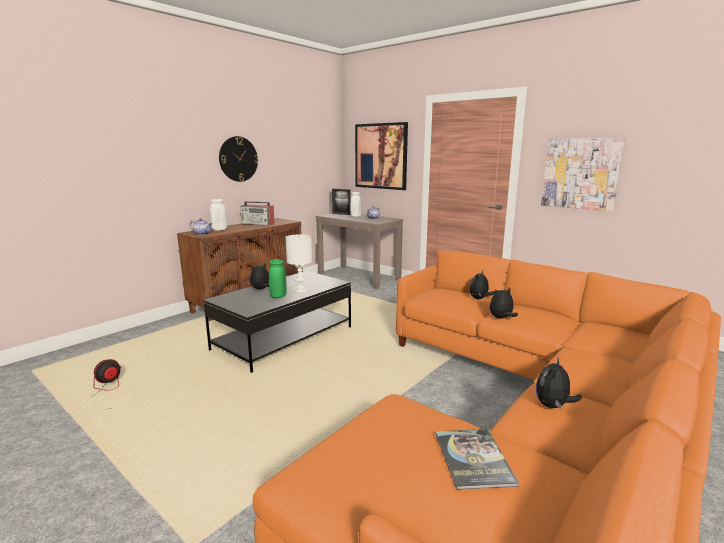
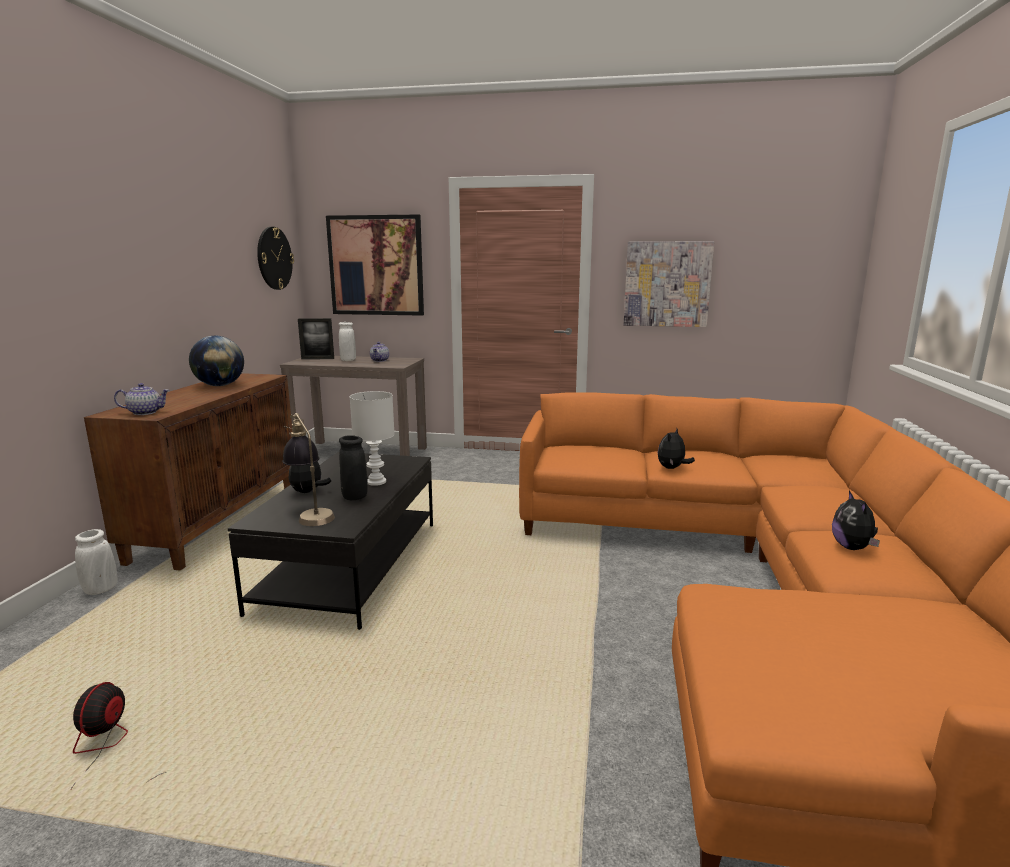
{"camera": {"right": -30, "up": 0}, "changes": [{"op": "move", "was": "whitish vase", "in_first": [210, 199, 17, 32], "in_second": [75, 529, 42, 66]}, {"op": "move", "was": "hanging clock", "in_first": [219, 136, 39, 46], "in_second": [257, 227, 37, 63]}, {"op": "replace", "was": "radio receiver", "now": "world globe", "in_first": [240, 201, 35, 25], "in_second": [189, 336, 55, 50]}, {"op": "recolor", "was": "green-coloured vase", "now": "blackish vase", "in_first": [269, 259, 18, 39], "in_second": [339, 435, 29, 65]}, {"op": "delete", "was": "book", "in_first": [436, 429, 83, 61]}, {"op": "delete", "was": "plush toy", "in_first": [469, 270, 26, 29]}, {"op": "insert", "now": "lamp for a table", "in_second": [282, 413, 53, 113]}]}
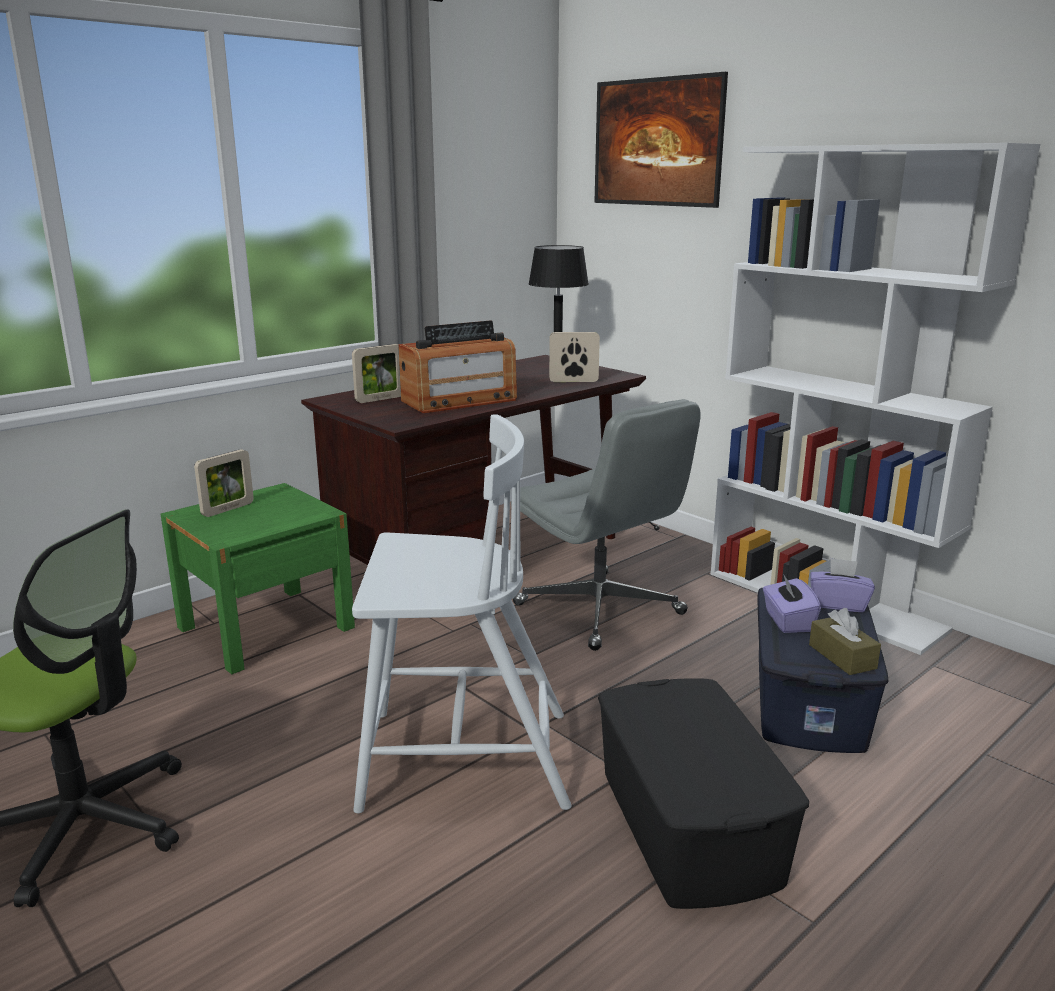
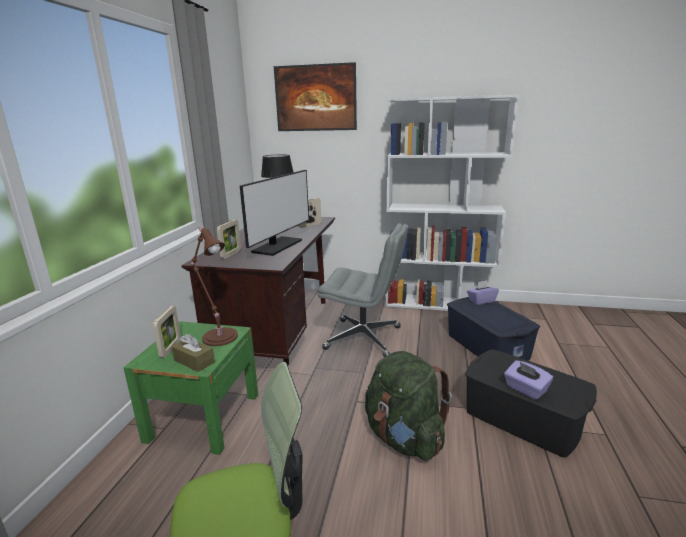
{"camera": {"right": -35, "up": 0}, "changes": [{"op": "replace", "was": "whitish plain chair", "now": "green-coloured rucksack", "in_first": [352, 414, 219, 399], "in_second": [365, 351, 87, 110]}, {"op": "replace", "was": "radio receiver", "now": "computer display", "in_first": [398, 320, 119, 93], "in_second": [240, 170, 69, 86]}, {"op": "move", "was": "purple tissue holder", "in_first": [763, 574, 58, 59], "in_second": [504, 360, 49, 40]}, {"op": "move", "was": "brown-coloured tissue holder", "in_first": [809, 608, 72, 67], "in_second": [172, 333, 43, 39]}, {"op": "insert", "now": "brown-coloured lamp for a table", "in_second": [189, 227, 49, 119]}]}
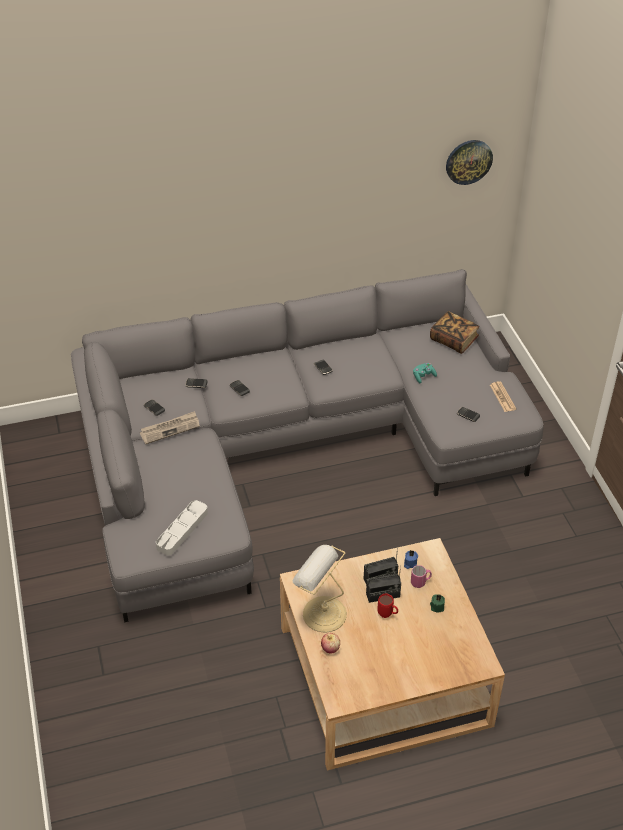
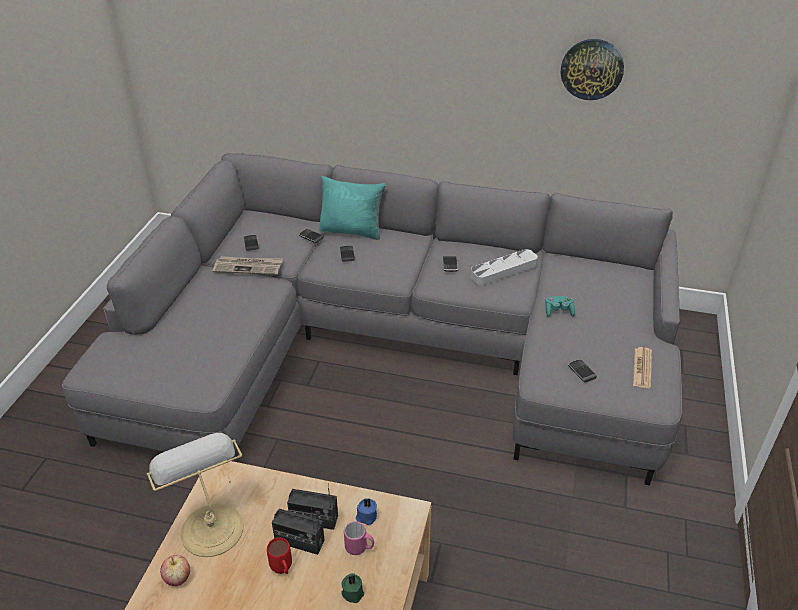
{"camera": {"right": 30, "up": -5}, "changes": [{"op": "move", "was": "grey carrying tray", "in_first": [156, 500, 52, 55], "in_second": [471, 249, 67, 36]}, {"op": "delete", "was": "book", "in_first": [430, 311, 49, 43]}, {"op": "move", "was": "hanging clock", "in_first": [446, 140, 47, 45], "in_second": [561, 39, 63, 61]}, {"op": "insert", "now": "turquoise-coloured throw pillow", "in_second": [319, 176, 67, 64]}]}
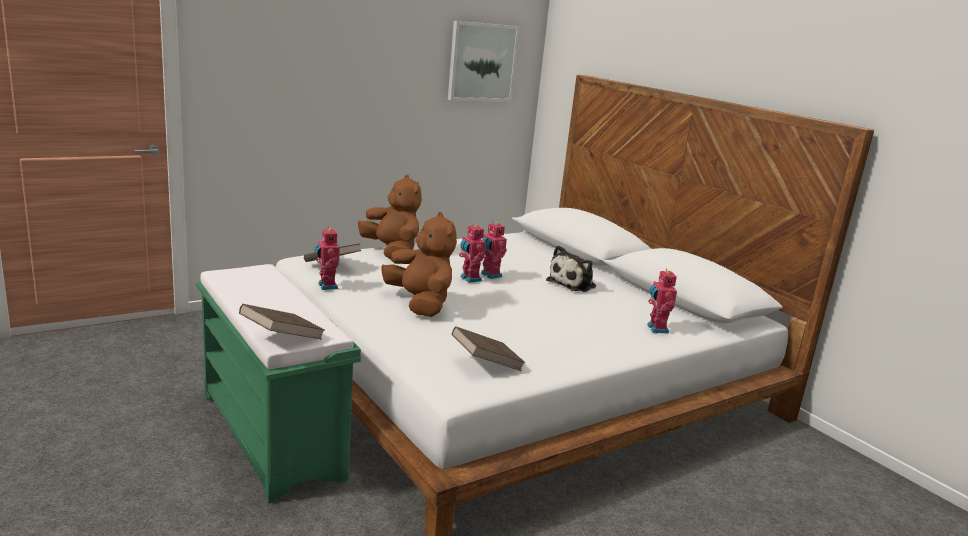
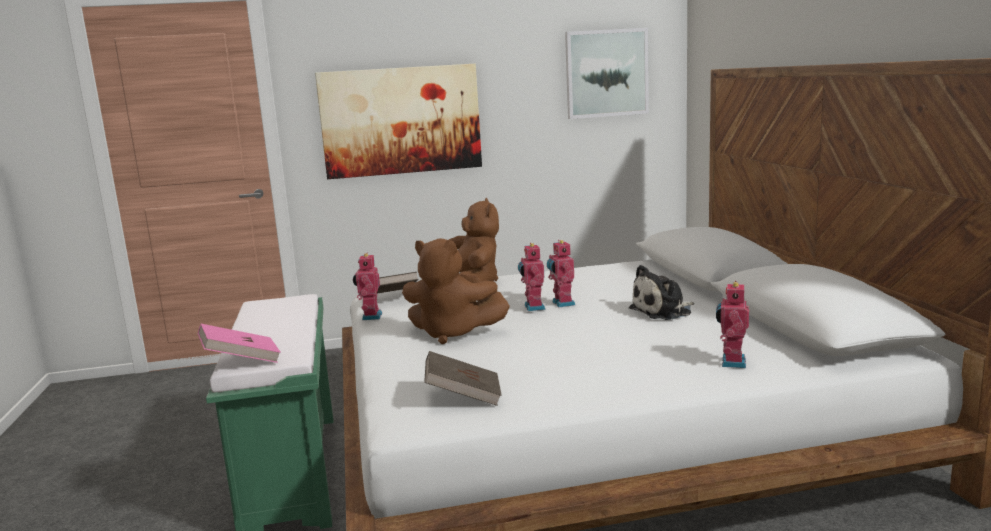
{"camera": {"right": 25, "up": -5}, "changes": [{"op": "recolor", "was": "brown-coloured book", "now": "pink-coloured book", "in_first": [239, 304, 86, 36], "in_second": [198, 324, 83, 39]}, {"op": "rotate", "was": "brown-coloured plush toy", "in_first": [381, 212, 76, 105], "in_second": [402, 238, 108, 106], "clockwise": 120}, {"op": "insert", "now": "picture", "in_second": [315, 64, 167, 115]}]}
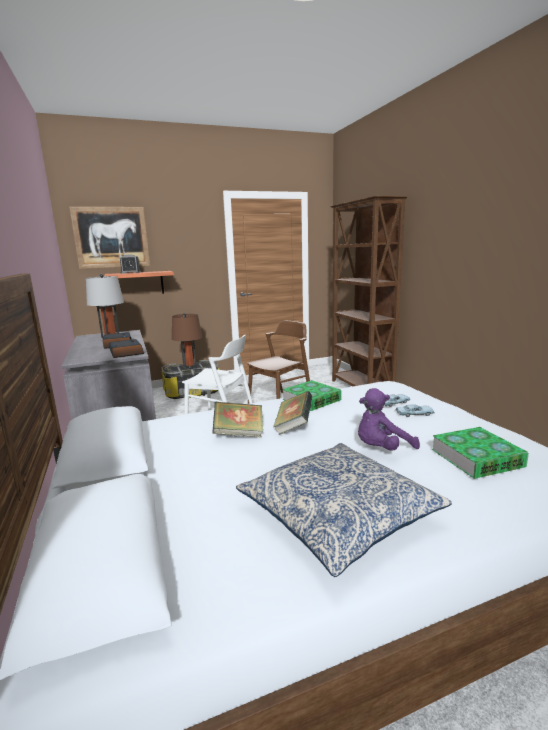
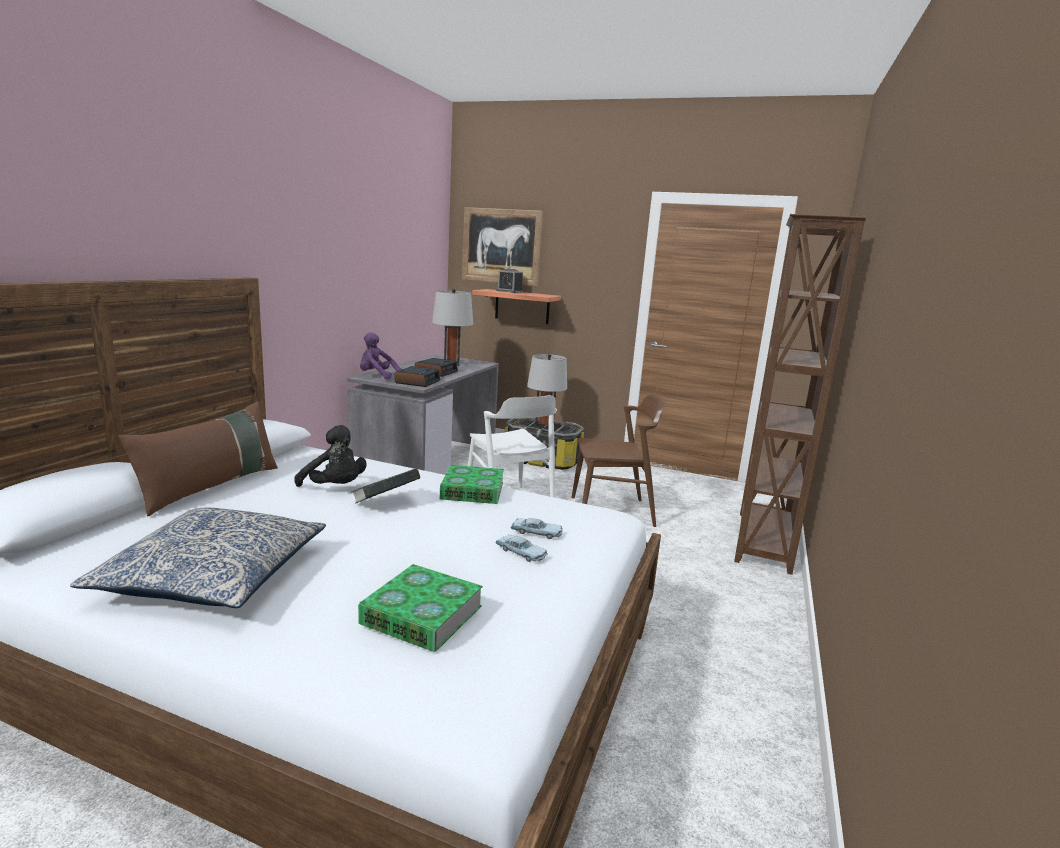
{"camera": {"right": 40, "up": 0}, "changes": [{"op": "recolor", "was": "brown-coloured lamp for a table", "now": "grey lamp for a table", "in_first": [172, 313, 30, 56], "in_second": [527, 353, 40, 76]}, {"op": "replace", "was": "book", "now": "blackish plush toy", "in_first": [212, 402, 51, 35], "in_second": [294, 425, 72, 62]}, {"op": "move", "was": "purple plush toy", "in_first": [358, 388, 62, 63], "in_second": [360, 332, 42, 48]}, {"op": "insert", "now": "brown-coloured throw pillow", "in_second": [118, 401, 160, 115]}]}
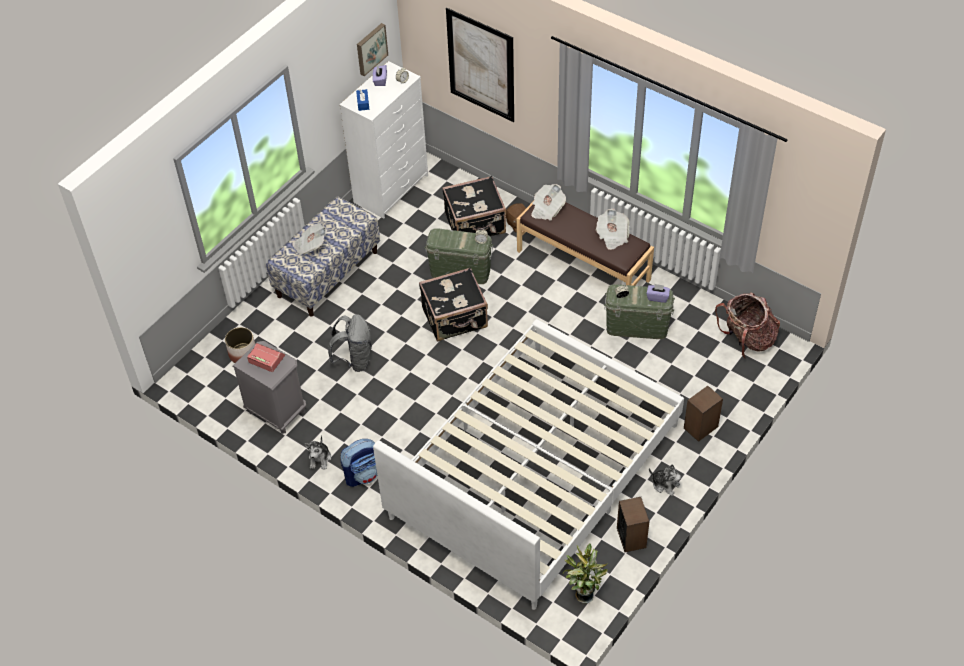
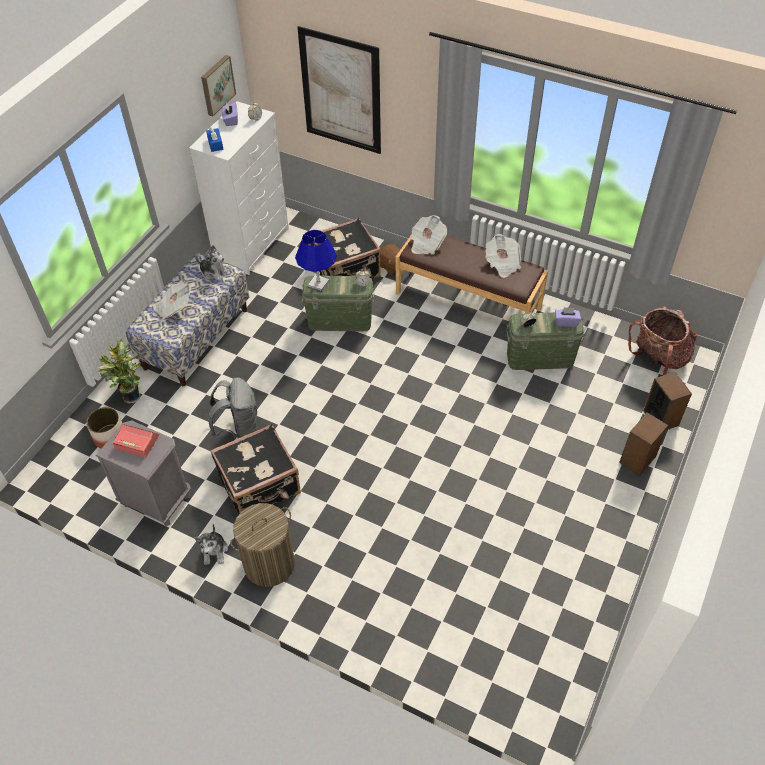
{"camera": {"right": -10, "up": 0}, "changes": [{"op": "replace", "was": "rucksack", "now": "washing basket", "in_first": [340, 439, 37, 48], "in_second": [230, 503, 65, 84]}, {"op": "delete", "was": "whitish bedroom bed", "in_first": [373, 319, 311, 291]}, {"op": "move", "was": "blackish suitcase", "in_first": [419, 267, 69, 74], "in_second": [210, 424, 91, 91]}, {"op": "move", "was": "houseplant", "in_first": [563, 544, 45, 59], "in_second": [98, 339, 43, 64]}, {"op": "move", "was": "speaker", "in_first": [617, 497, 33, 55], "in_second": [643, 372, 49, 58]}, {"op": "move", "was": "plush toy", "in_first": [649, 464, 32, 32], "in_second": [195, 245, 34, 36]}, {"op": "insert", "now": "bluish lamp for a table", "in_second": [295, 230, 42, 61]}]}
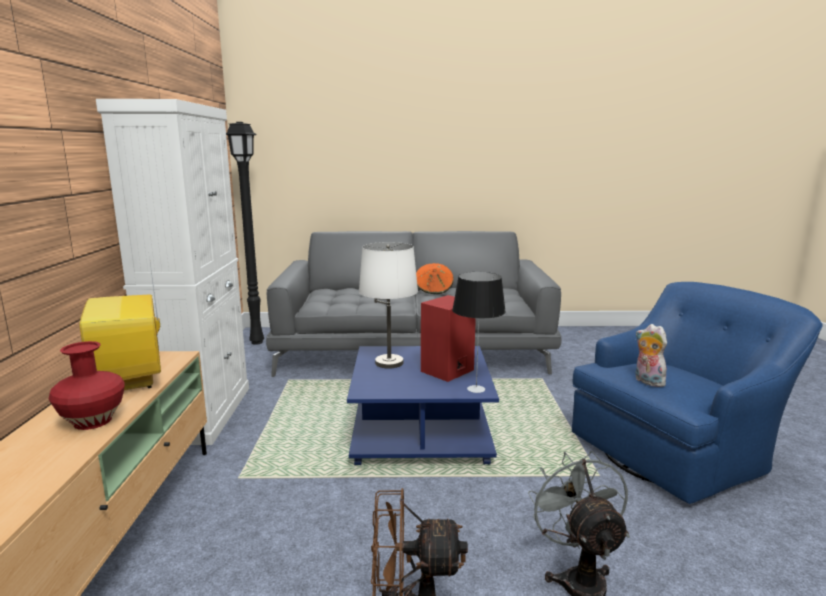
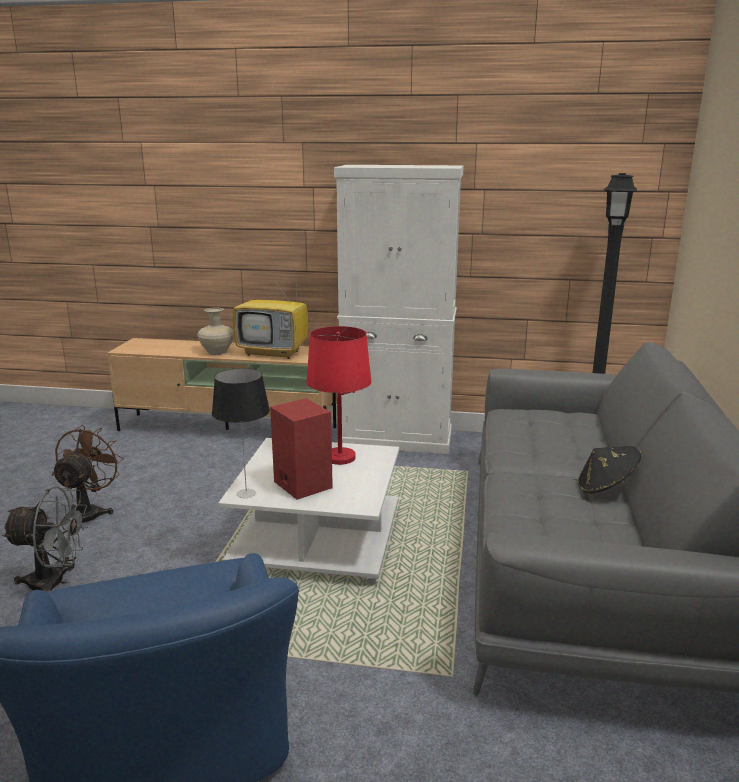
{"camera": {"right": 100, "up": 5}, "changes": [{"op": "recolor", "was": "reddish vase", "now": "sand-coloured vase", "in_first": [49, 341, 76, 89], "in_second": [197, 308, 37, 47]}, {"op": "rotate", "was": "TV", "in_first": [79, 257, 82, 133], "in_second": [233, 275, 76, 84], "clockwise": -150}, {"op": "recolor", "was": "bluish low table", "now": "whitish low table", "in_first": [347, 346, 152, 119], "in_second": [218, 438, 181, 147]}, {"op": "recolor", "was": "whitish lamp for a table", "now": "reddish lamp for a table", "in_first": [359, 242, 59, 127], "in_second": [306, 326, 66, 139]}, {"op": "recolor", "was": "orange clothing hat", "now": "blackish clothing hat", "in_first": [416, 263, 38, 31], "in_second": [578, 446, 63, 48]}, {"op": "delete", "was": "plush toy", "in_first": [635, 324, 35, 63]}]}
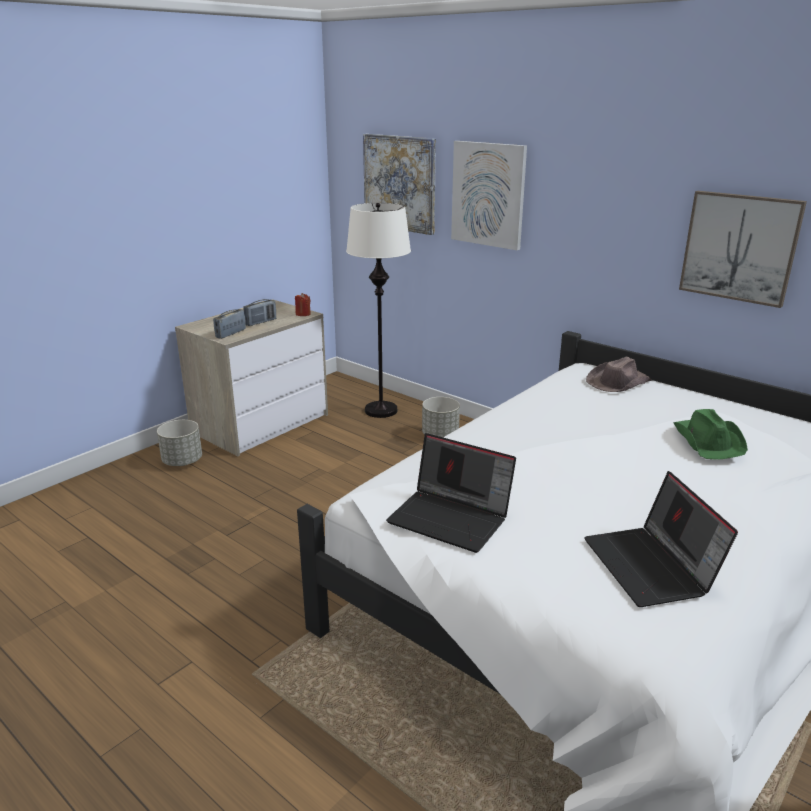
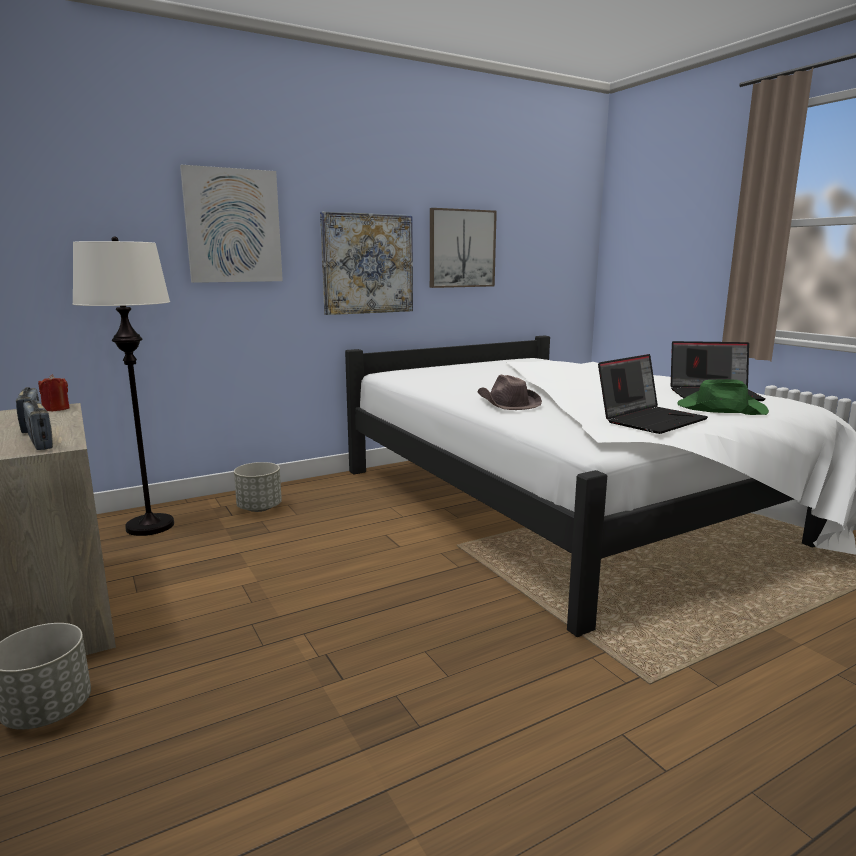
{"camera": {"right": -70, "up": -10}, "changes": [{"op": "move", "was": "picture", "in_first": [363, 134, 73, 101], "in_second": [320, 211, 93, 104]}, {"op": "move", "was": "brown-coloured clothing hat", "in_first": [586, 357, 66, 35], "in_second": [477, 375, 65, 35]}, {"op": "move", "was": "green-coloured clothing hat", "in_first": [673, 409, 75, 50], "in_second": [677, 379, 92, 36]}]}
